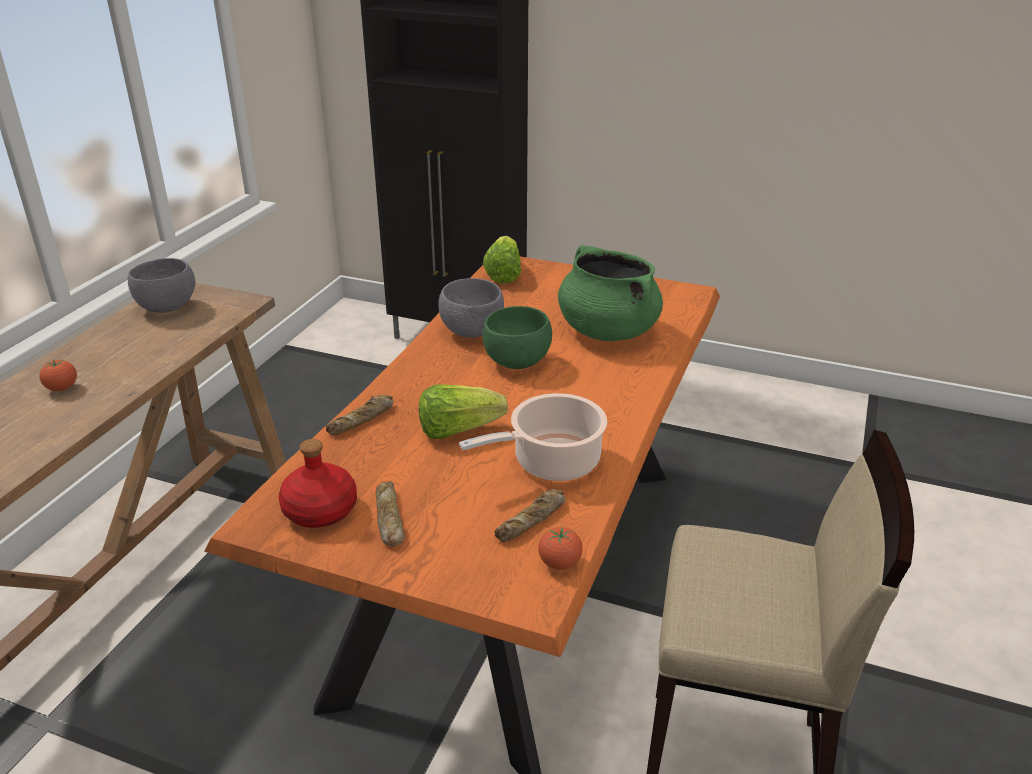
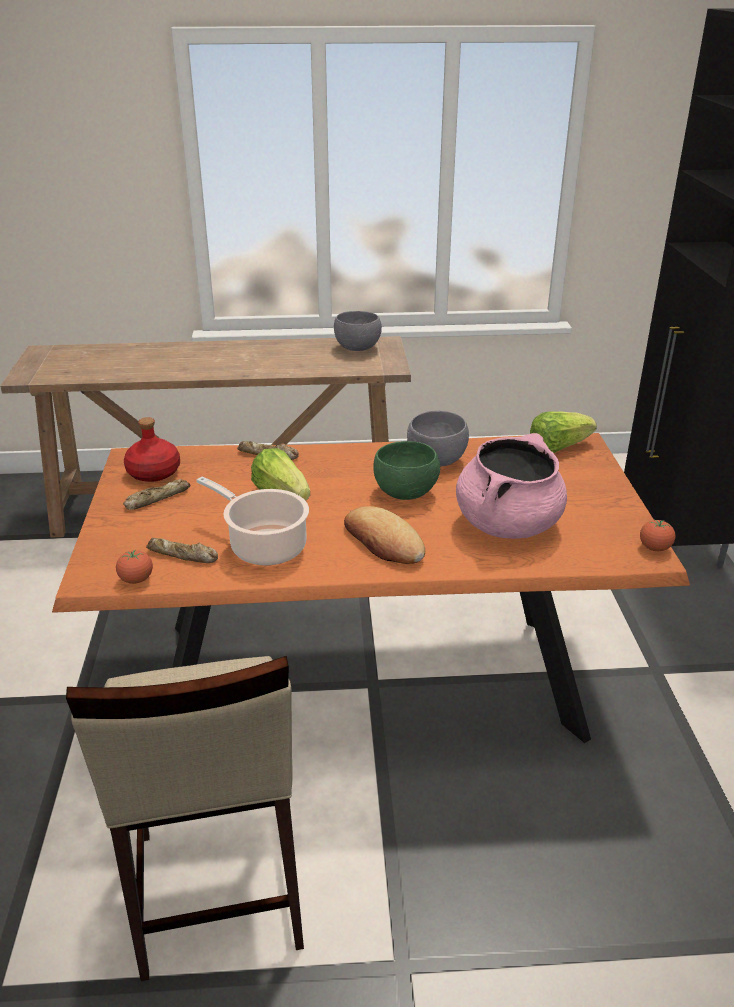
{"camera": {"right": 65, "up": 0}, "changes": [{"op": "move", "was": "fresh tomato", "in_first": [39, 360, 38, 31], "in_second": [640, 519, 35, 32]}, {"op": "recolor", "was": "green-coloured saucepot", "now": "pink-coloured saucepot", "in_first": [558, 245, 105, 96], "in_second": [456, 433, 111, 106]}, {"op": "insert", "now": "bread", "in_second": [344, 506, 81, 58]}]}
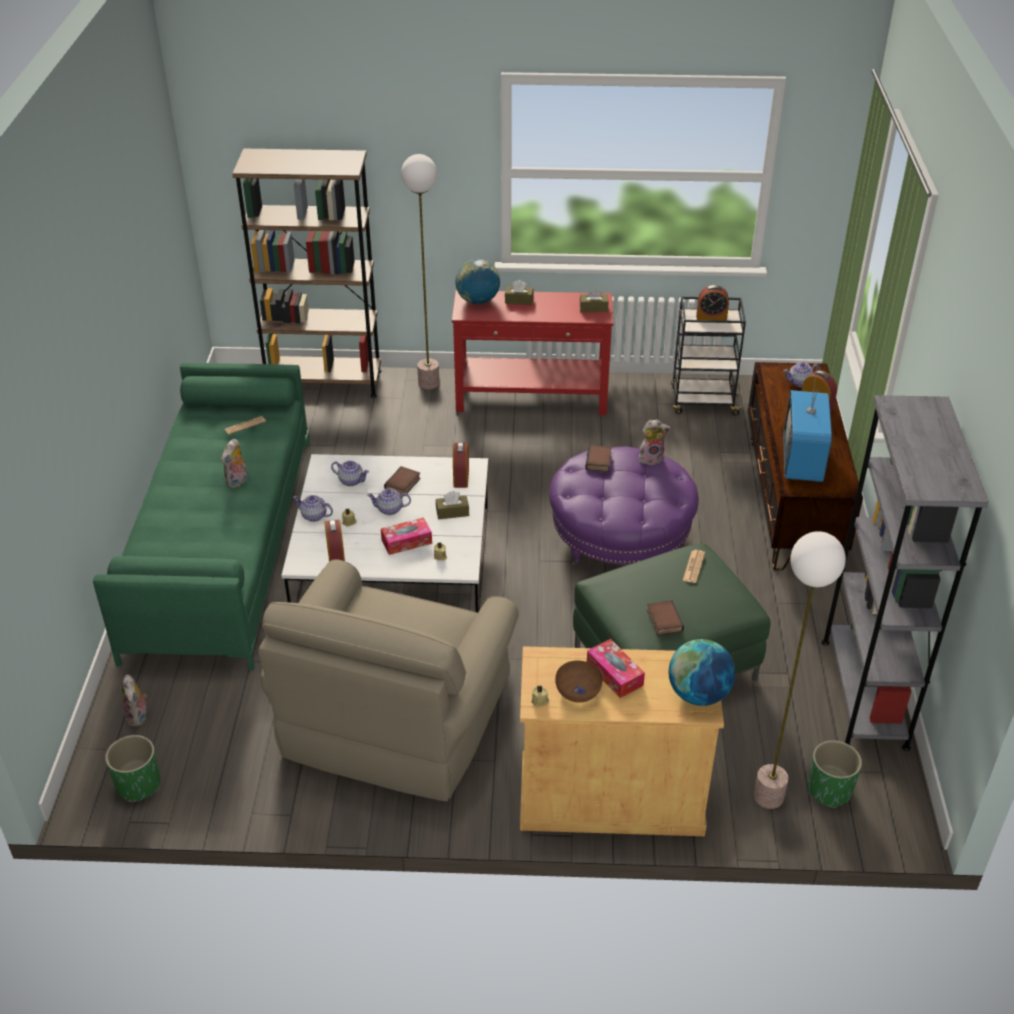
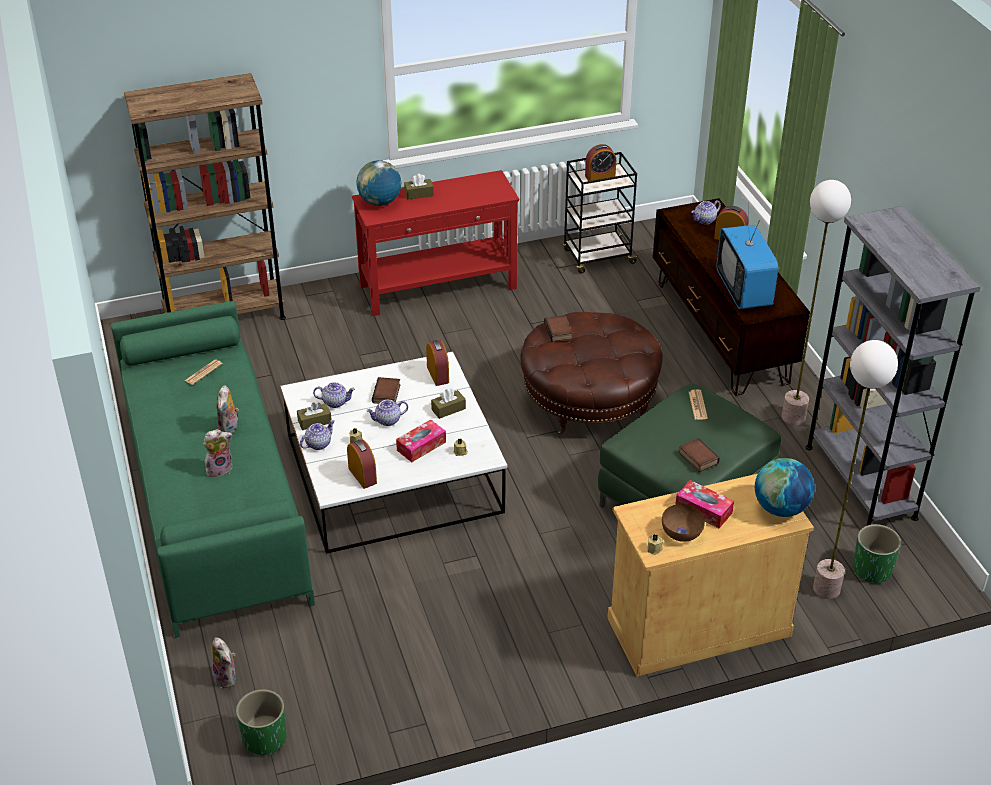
{"camera": {"right": -20, "up": 0}, "changes": [{"op": "delete", "was": "sand-coloured lounge chair", "in_first": [258, 559, 261, 242]}, {"op": "rotate", "was": "tea pot", "in_first": [293, 495, 40, 27], "in_second": [300, 420, 35, 30], "clockwise": 135}, {"op": "move", "was": "floor lamp", "in_first": [401, 154, 38, 236], "in_second": [782, 180, 69, 245]}, {"op": "recolor", "was": "purple pouffe", "now": "brown-coloured pouffe", "in_first": [549, 446, 150, 120], "in_second": [520, 312, 143, 123]}, {"op": "move", "was": "brown-coloured tissue holder", "in_first": [580, 289, 29, 23], "in_second": [297, 402, 35, 28]}, {"op": "move", "was": "plush toy", "in_first": [639, 420, 31, 45], "in_second": [203, 429, 30, 48]}]}
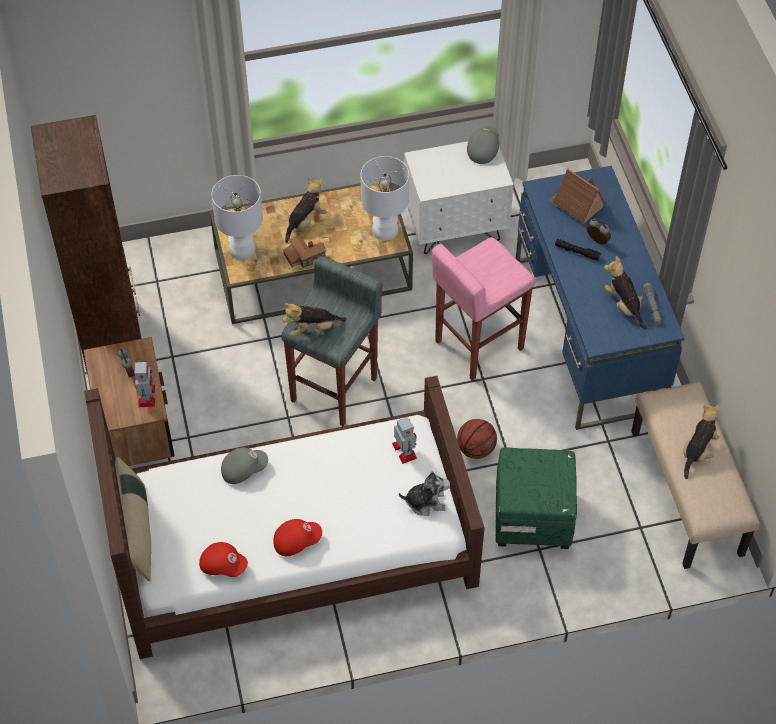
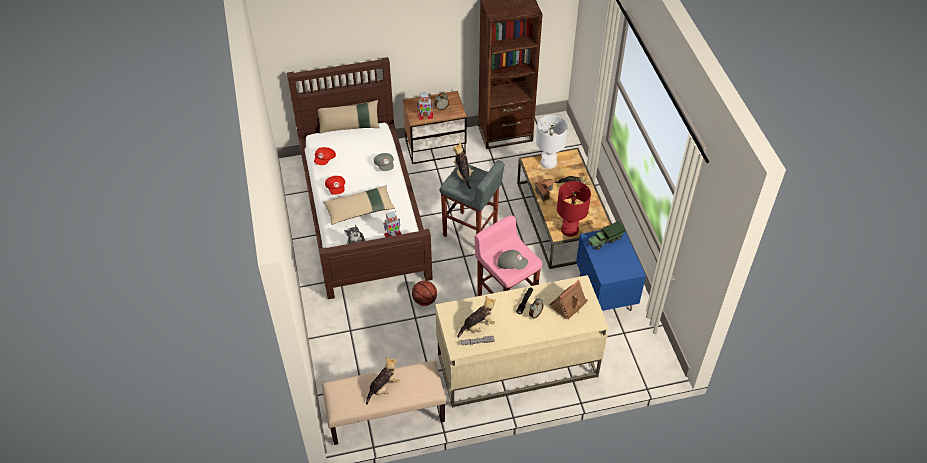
{"camera": {"right": 90, "up": -5}, "changes": [{"op": "recolor", "was": "whitish lamp for a table", "now": "reddish lamp for a table", "in_first": [361, 156, 48, 84], "in_second": [557, 181, 34, 56]}, {"op": "recolor", "was": "whitish bedside table", "now": "bluish bedside table", "in_first": [404, 141, 110, 113], "in_second": [576, 230, 70, 81]}, {"op": "move", "was": "grey baseball cap", "in_first": [467, 126, 32, 38], "in_second": [498, 250, 30, 19]}, {"op": "delete", "was": "green-coloured pouffe", "in_first": [495, 448, 82, 101]}, {"op": "recolor", "was": "bluish desk", "now": "sand-coloured desk", "in_first": [516, 166, 169, 264], "in_second": [435, 275, 174, 133]}, {"op": "rotate", "was": "plush toy", "in_first": [683, 404, 37, 75], "in_second": [366, 357, 34, 48], "clockwise": -75}, {"op": "insert", "now": "sand-coloured throw pillow", "in_second": [323, 185, 72, 40]}, {"op": "insert", "now": "toy truck", "in_second": [587, 221, 38, 29]}]}
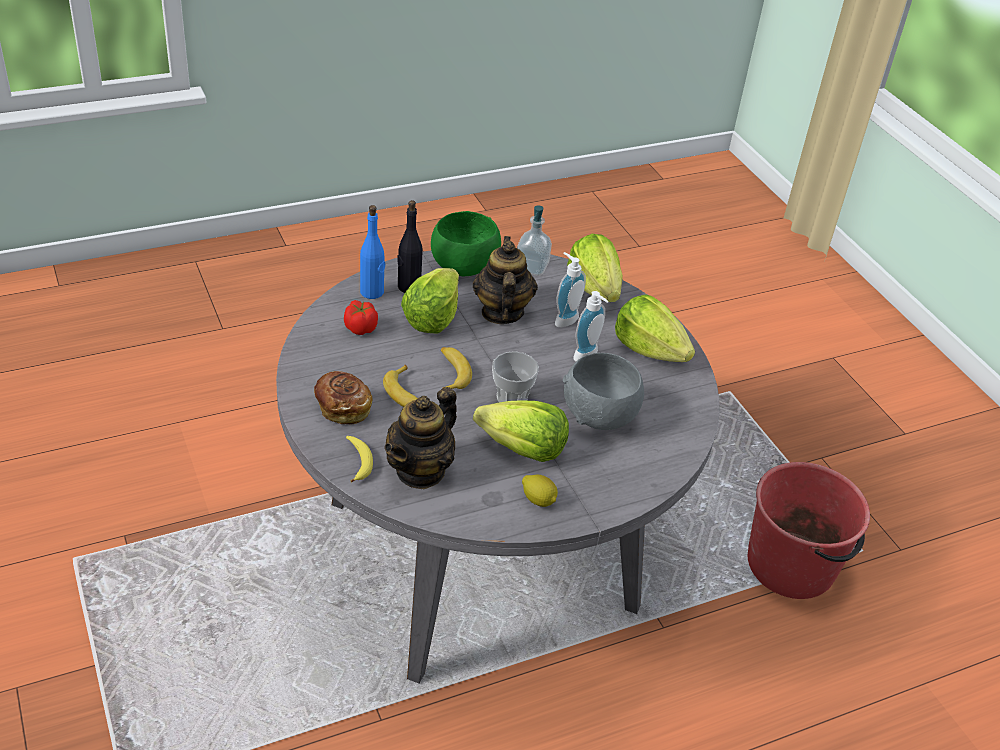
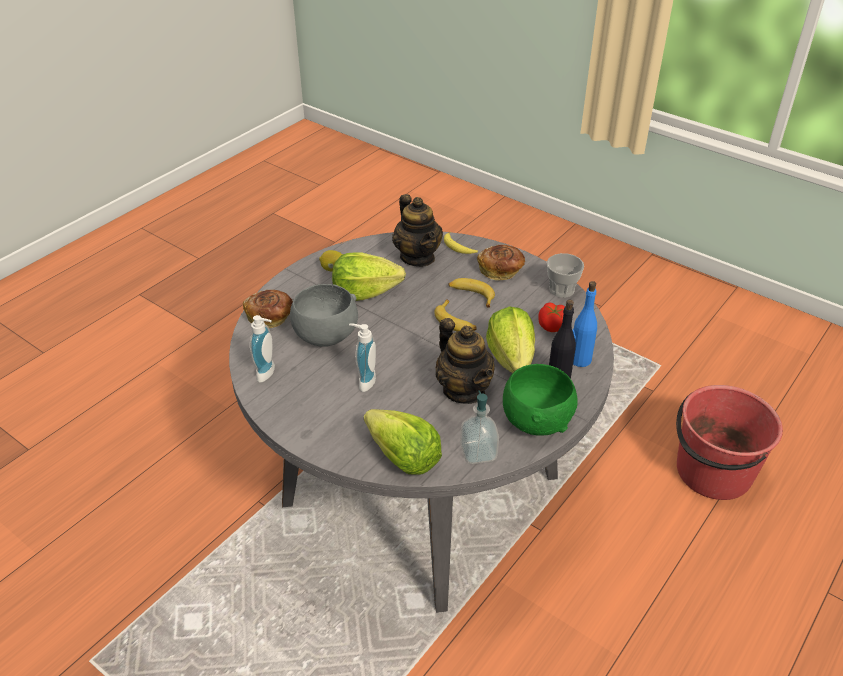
{"camera": {"right": 155, "up": 0}, "changes": [{"op": "rotate", "was": "tea pot", "in_first": [384, 387, 73, 102], "in_second": [392, 194, 51, 73], "clockwise": 150}, {"op": "move", "was": "cup", "in_first": [492, 351, 47, 51], "in_second": [547, 253, 37, 45]}, {"op": "move", "was": "soap bottle", "in_first": [555, 252, 31, 75], "in_second": [250, 315, 25, 67]}, {"op": "delete", "was": "head of lettuce", "in_first": [615, 294, 80, 68]}, {"op": "move", "was": "reddish pail", "in_first": [748, 462, 122, 137], "in_second": [676, 385, 107, 115]}, {"op": "insert", "now": "bread", "in_second": [243, 290, 50, 38]}]}
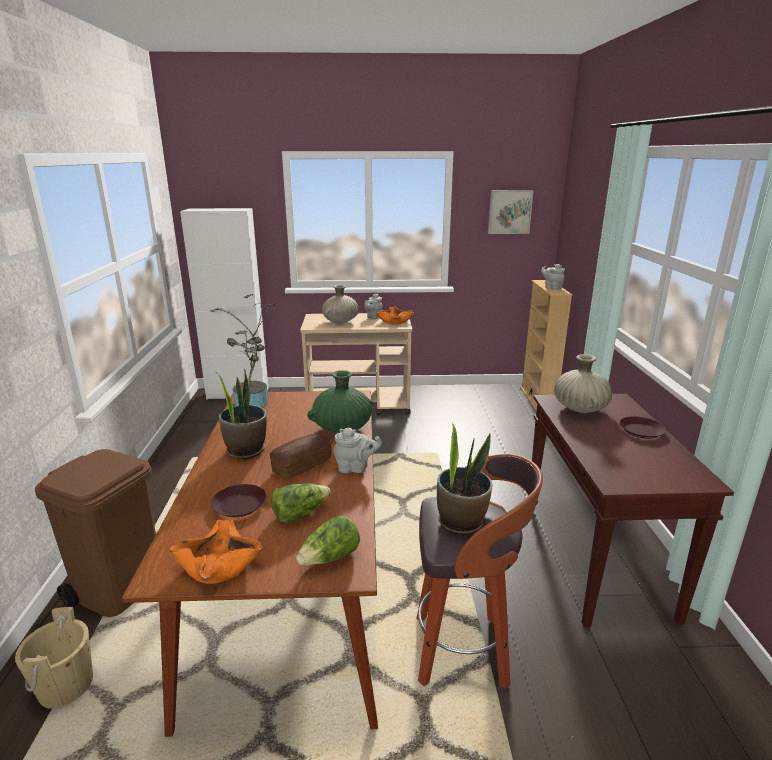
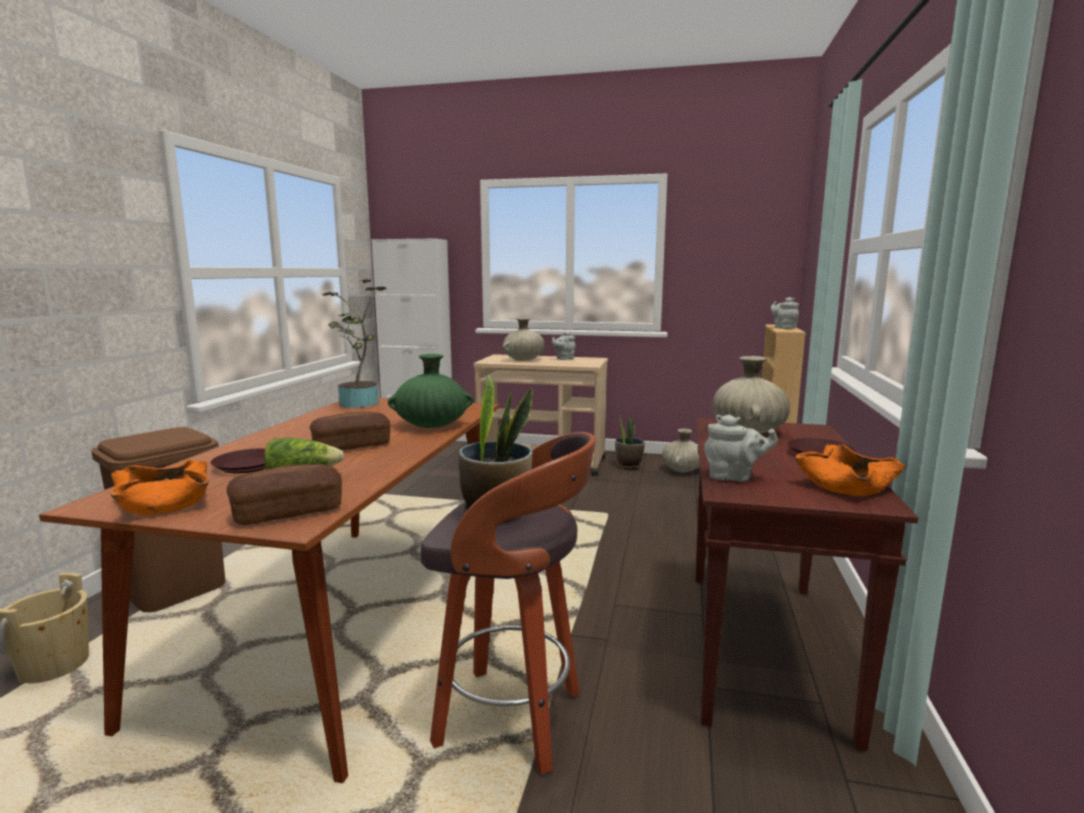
{"camera": {"right": 15, "up": -10}, "changes": [{"op": "move", "was": "houseplant", "in_first": [216, 369, 51, 90], "in_second": [615, 412, 30, 58]}, {"op": "replace", "was": "head of lettuce", "now": "bread", "in_first": [296, 516, 64, 49], "in_second": [227, 463, 115, 62]}, {"op": "move", "was": "grey tea pot", "in_first": [334, 428, 48, 45], "in_second": [704, 415, 74, 67]}, {"op": "move", "was": "orange deep dish", "in_first": [377, 307, 37, 18], "in_second": [795, 444, 111, 52]}, {"op": "delete", "was": "picture", "in_first": [488, 190, 45, 44]}, {"op": "insert", "now": "sand-coloured vase", "in_second": [662, 429, 38, 43]}]}
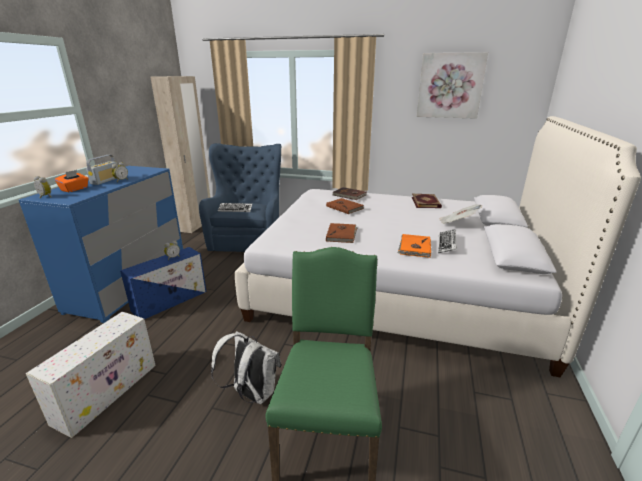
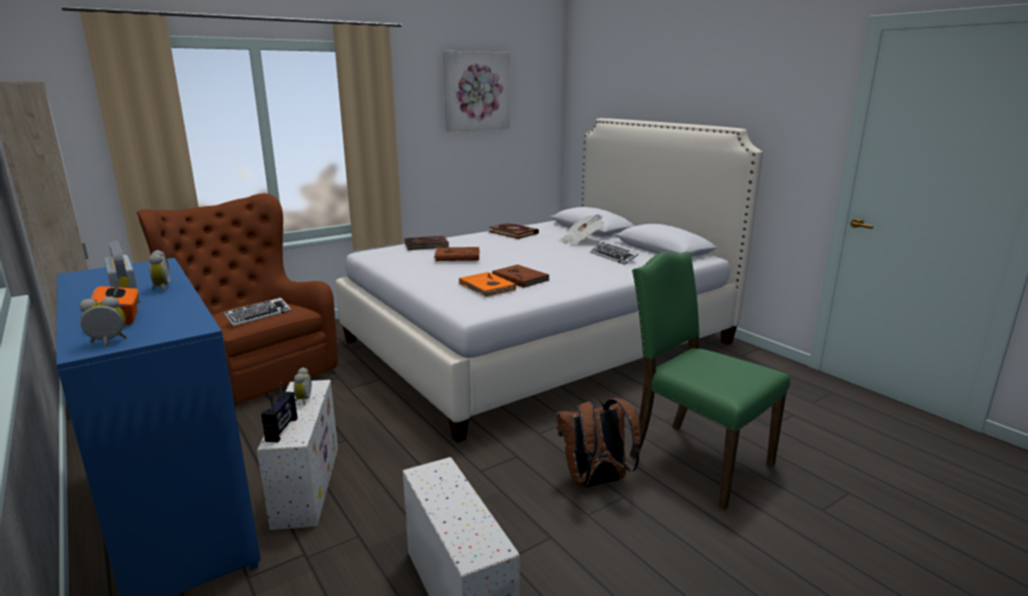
{"camera": {"right": -50, "up": -5}, "changes": [{"op": "recolor", "was": "bluish storage box", "now": "whitish storage box", "in_first": [120, 247, 86, 72], "in_second": [257, 380, 81, 150]}, {"op": "recolor", "was": "bluish lounge chair", "now": "brown-coloured lounge chair", "in_first": [199, 143, 82, 109], "in_second": [137, 193, 201, 212]}, {"op": "recolor", "was": "whitish rucksack", "now": "brown-coloured rucksack", "in_first": [211, 331, 70, 73], "in_second": [556, 398, 84, 90]}, {"op": "move", "was": "orange book", "in_first": [398, 234, 33, 24], "in_second": [458, 272, 58, 25]}, {"op": "insert", "now": "radio receiver", "in_second": [261, 382, 37, 60]}]}
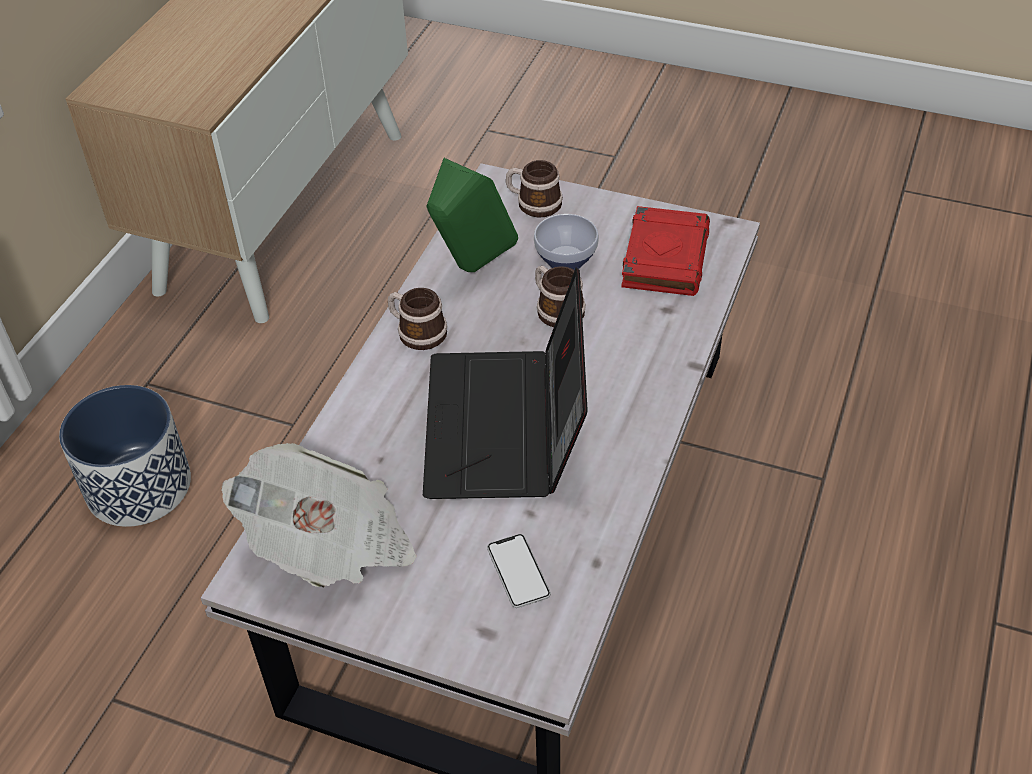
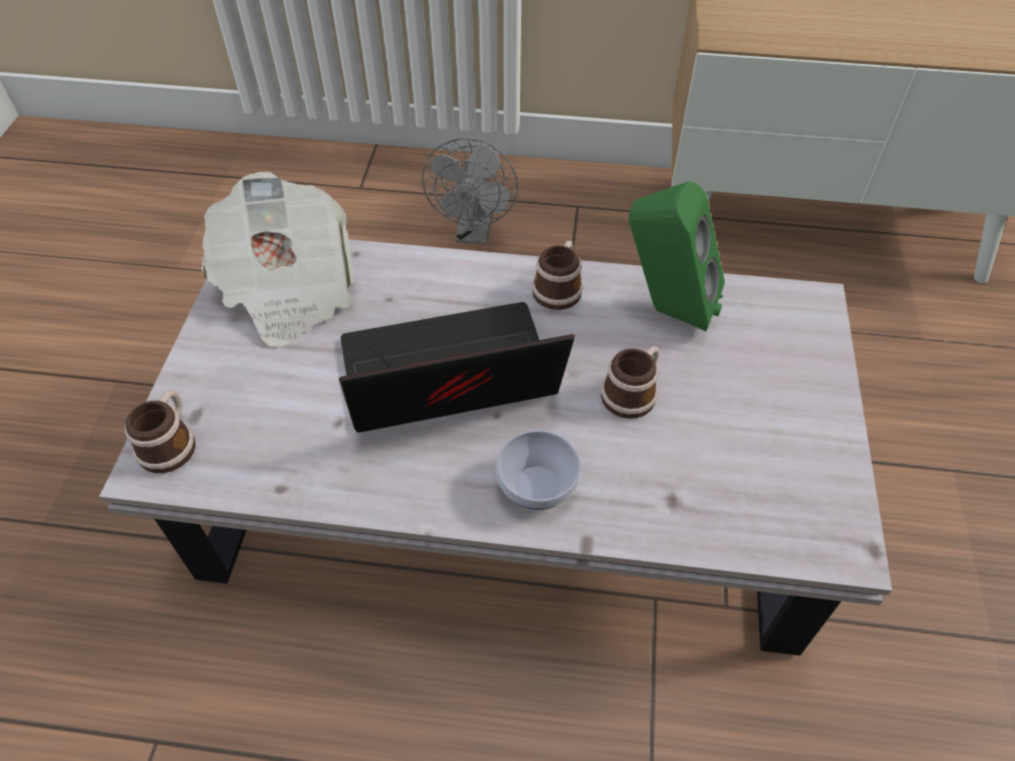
{"camera": {"right": 75, "up": 5}, "changes": [{"op": "replace", "was": "plant pot", "now": "grey fan", "in_first": [59, 385, 132, 142], "in_second": [422, 138, 96, 107]}, {"op": "delete", "was": "telephone", "in_first": [487, 534, 64, 74]}, {"op": "move", "was": "mug", "in_first": [506, 160, 57, 57], "in_second": [125, 390, 71, 83]}, {"op": "move", "was": "deep dish", "in_first": [534, 214, 65, 56], "in_second": [496, 430, 85, 80]}, {"op": "delete", "was": "reddish book", "in_first": [621, 206, 89, 90]}]}
